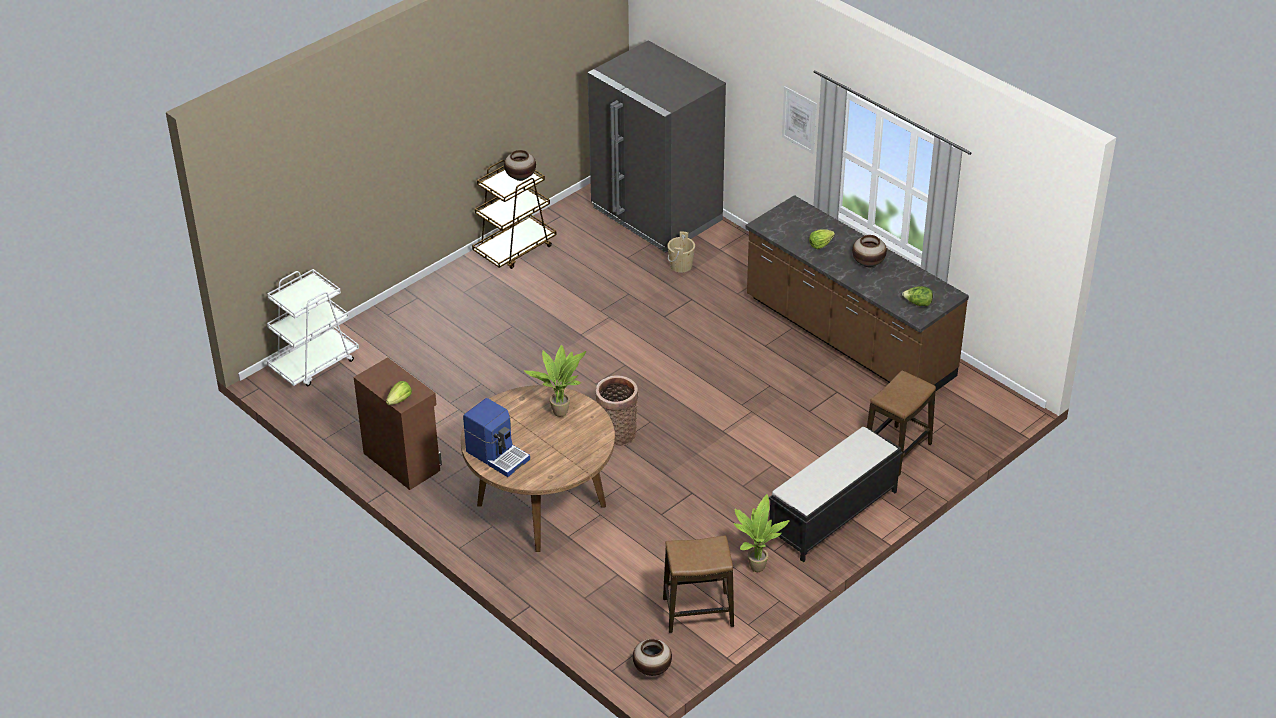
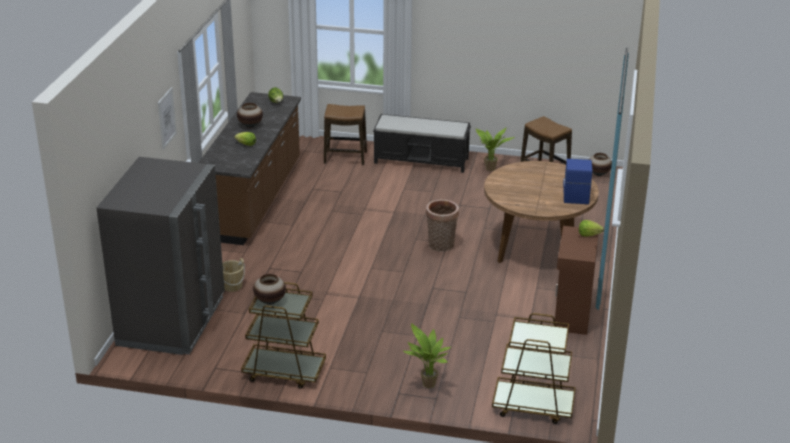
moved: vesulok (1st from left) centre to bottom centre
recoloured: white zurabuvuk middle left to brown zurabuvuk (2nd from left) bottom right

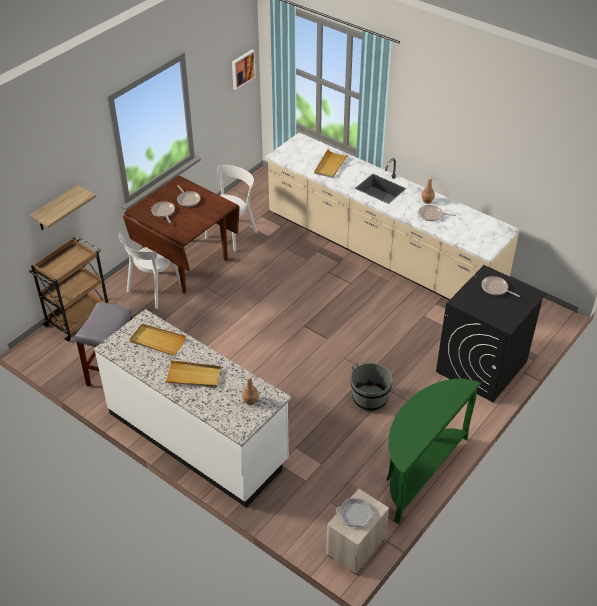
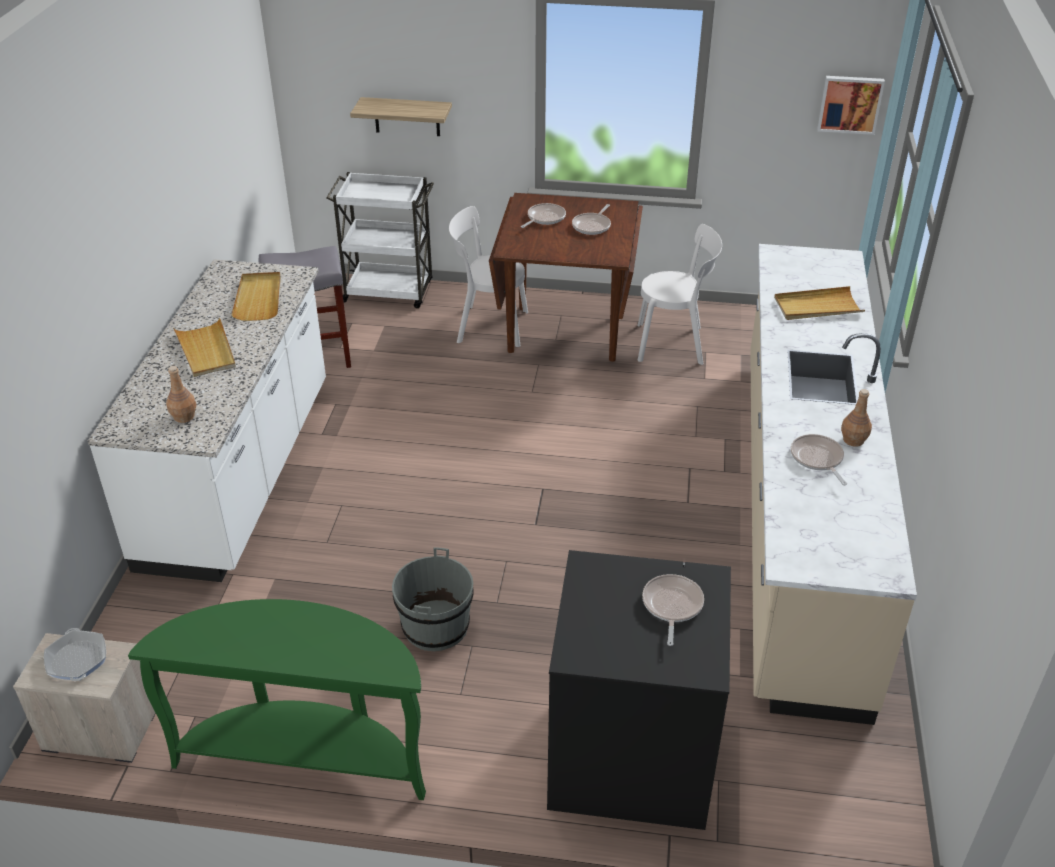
recoloured: brown zurabuvuk middle left to white zurabuvuk top centre

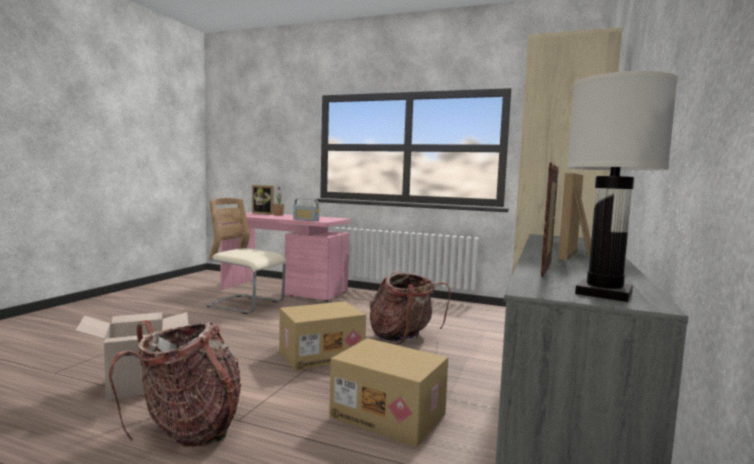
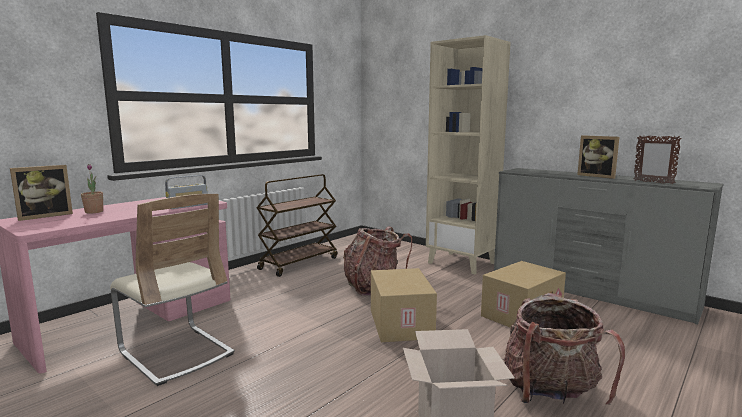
removed: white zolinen middle right
added: brown zurabuvuk centre
turned: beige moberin middle left = bottom left 90 degrees counterclockwise

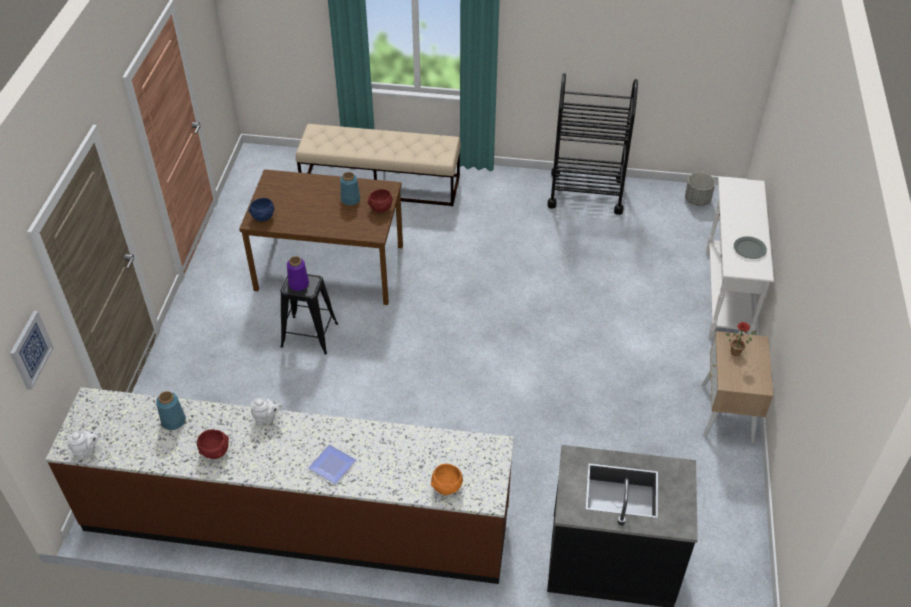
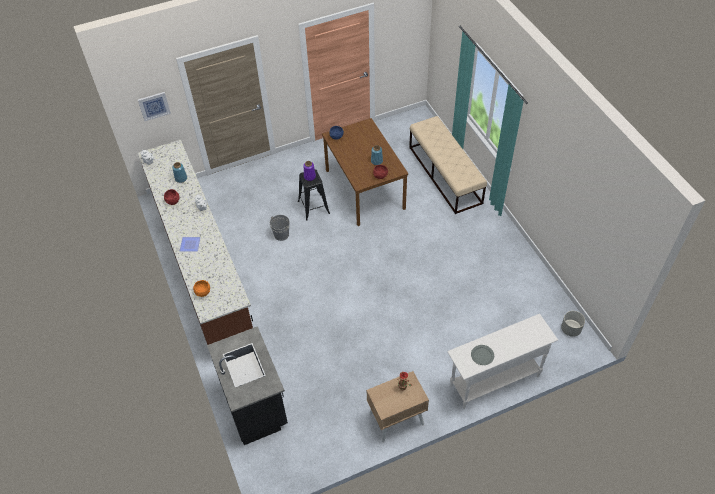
removed: black zurabuvuk top centre
added: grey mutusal centre

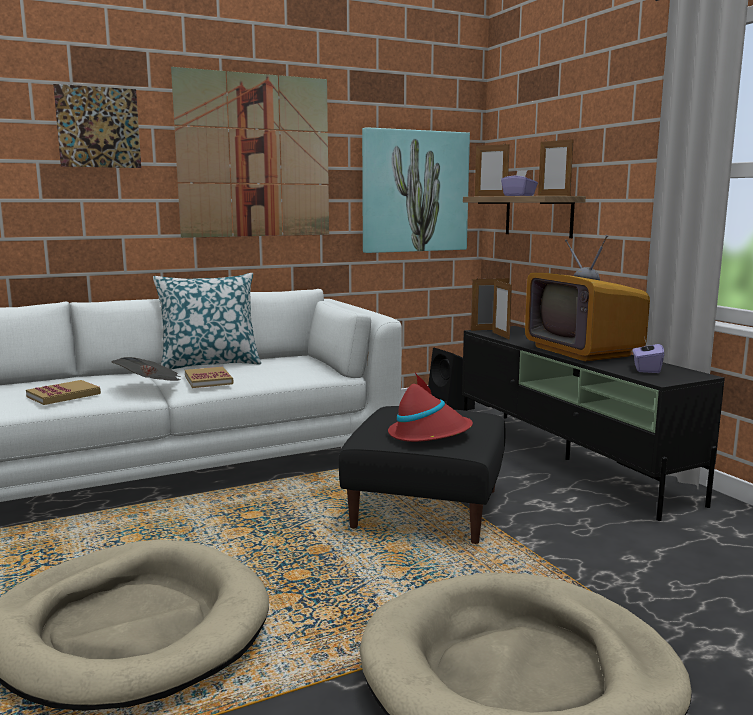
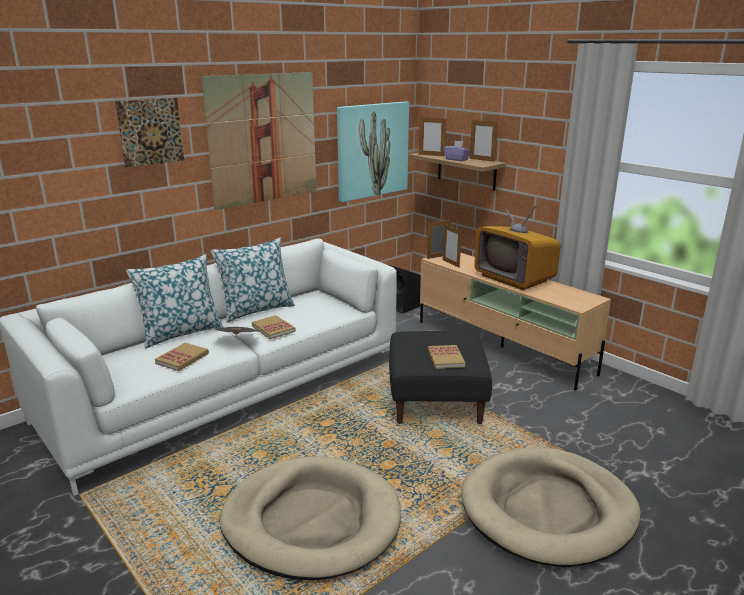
removed: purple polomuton (2nd from left) middle right
added: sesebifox (1st from left) middle left
replaced: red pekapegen centre to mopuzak (3rd from left) centre
recoloured: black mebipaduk middle right to beige mebipaduk middle right

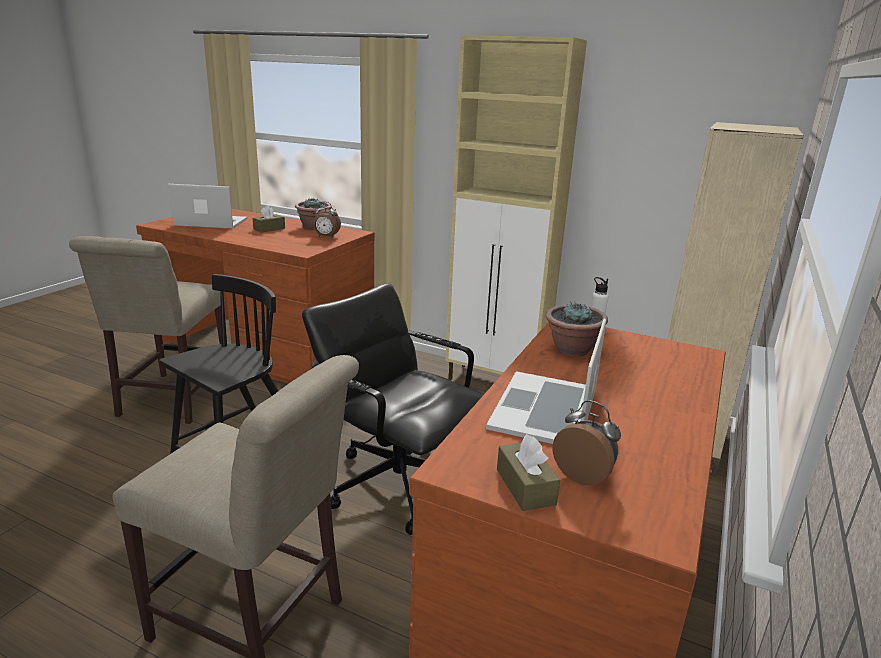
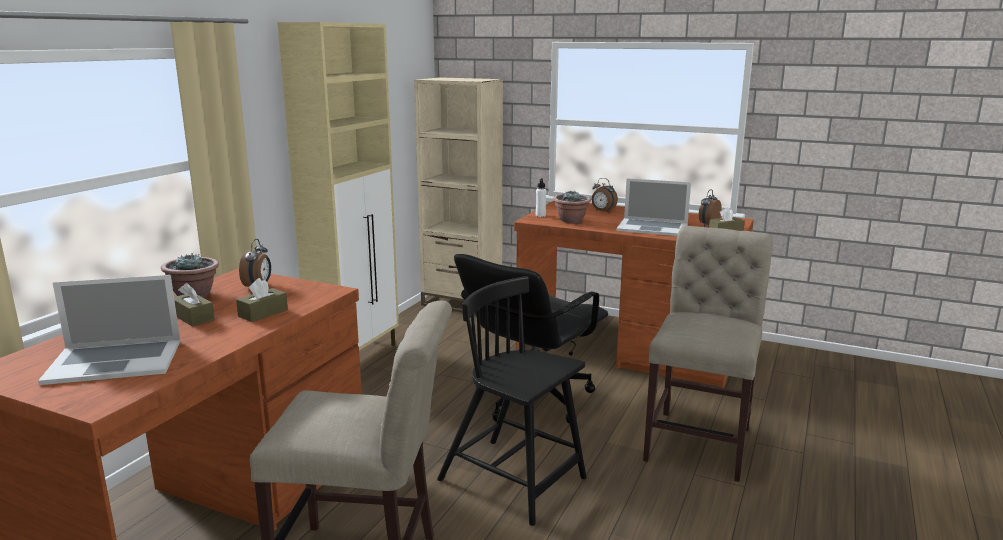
added: brown polomuton (2nd from left) middle left; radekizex (2nd from left) centre
turned: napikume (1st from left) top left = middle left 105 degrees counterclockwise

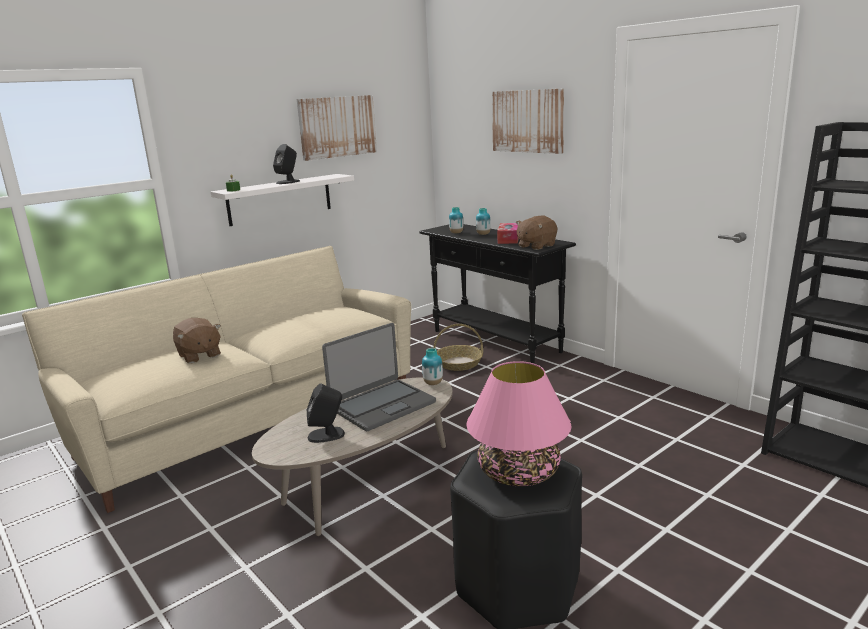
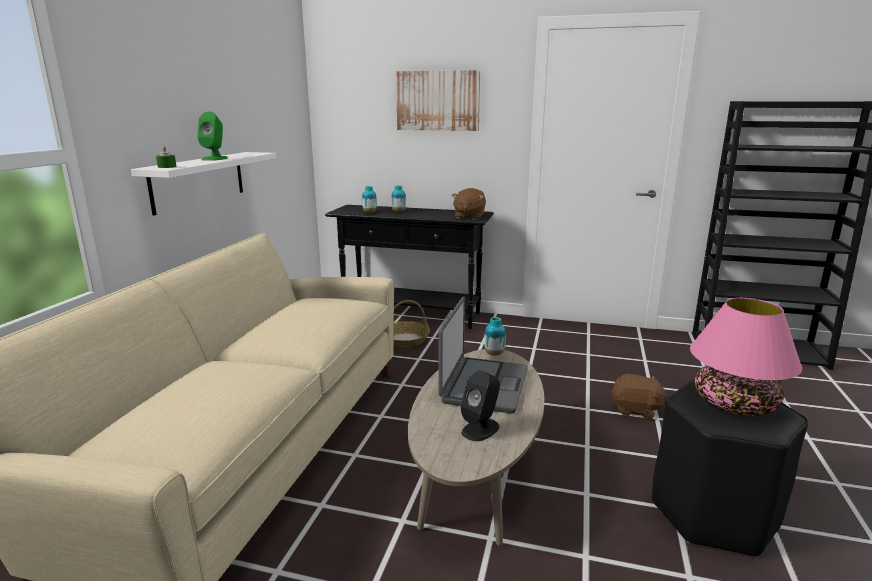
removed: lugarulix (1st from left) top centre; polomuton centre
moved: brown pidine (1st from left in the first image) middle left to brown pidine (2nd from left) bottom right
recoloured: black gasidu (1st from left) top left to green gasidu top left

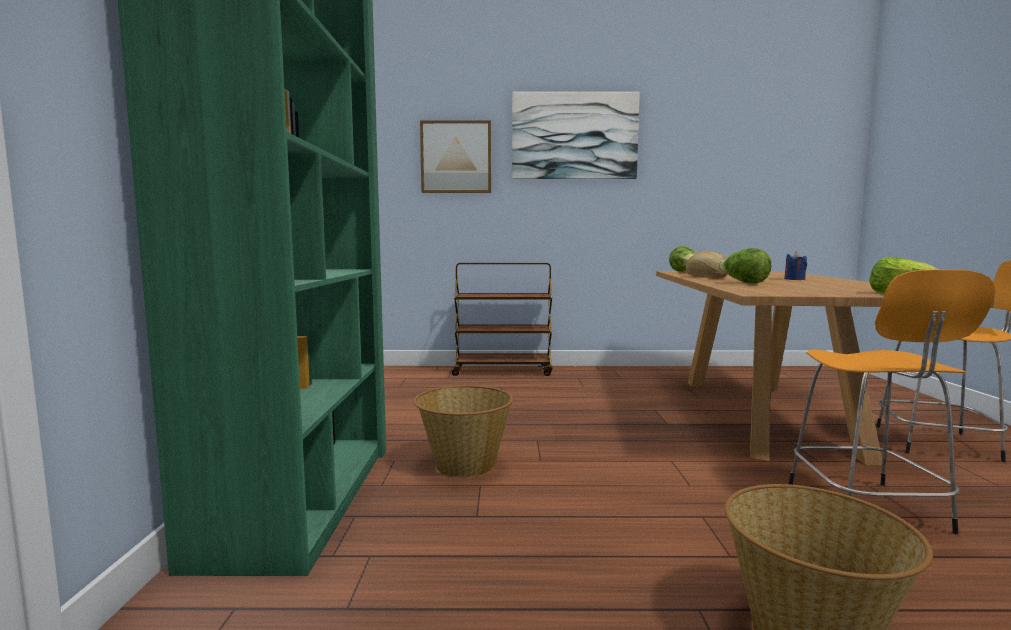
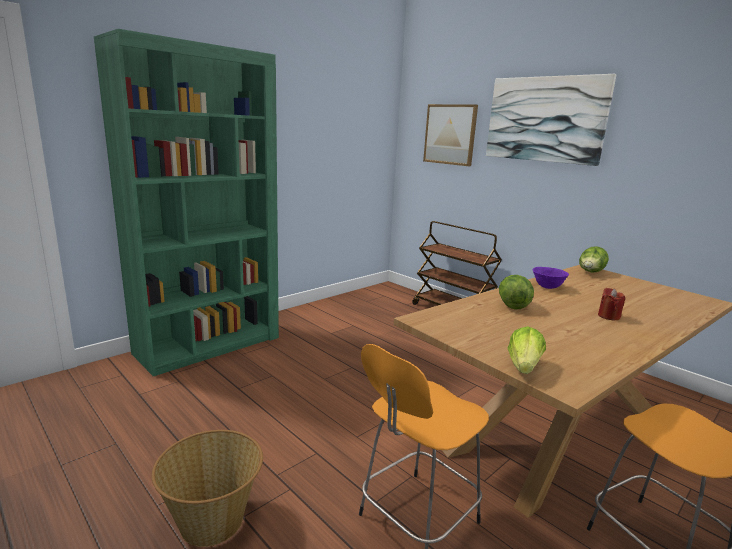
removed: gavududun (1st from left) bottom centre
replaced: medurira middle right to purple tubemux middle right
recoloured: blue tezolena middle right to red tezolena middle right

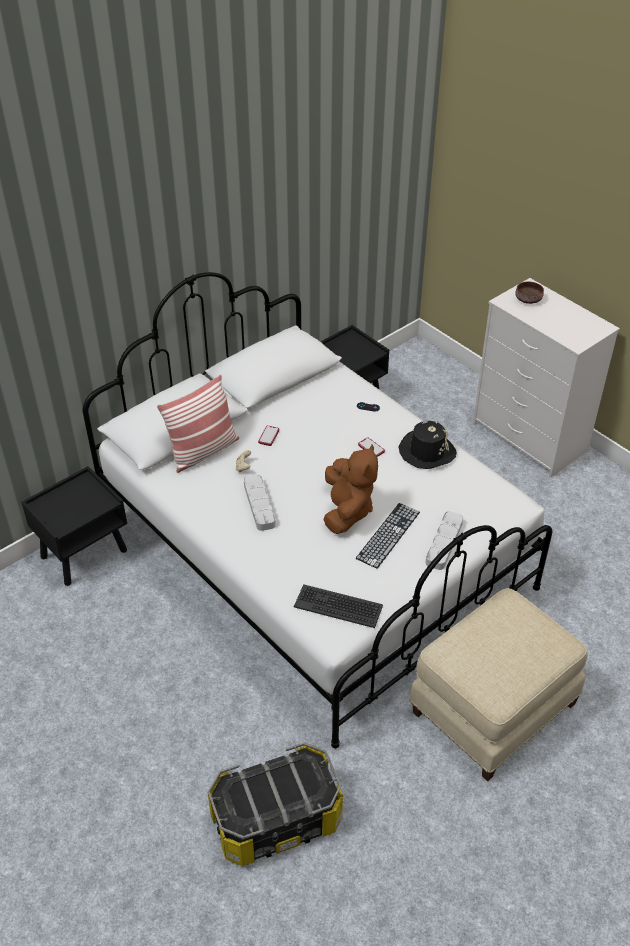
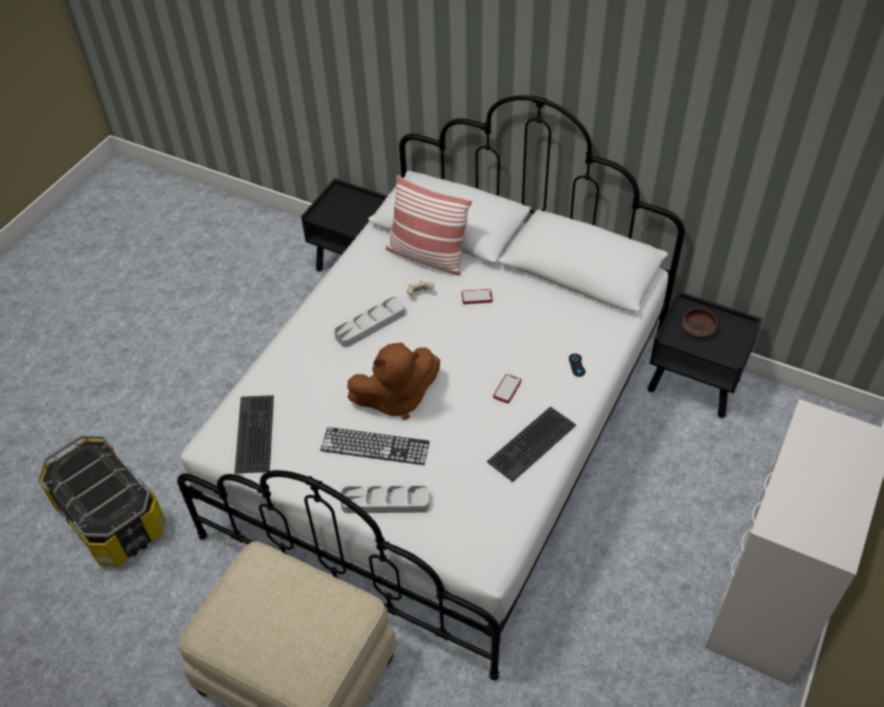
moved: brown tubemux top right to middle right
replaced: black pekapegen middle right to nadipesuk (3rd from left) centre

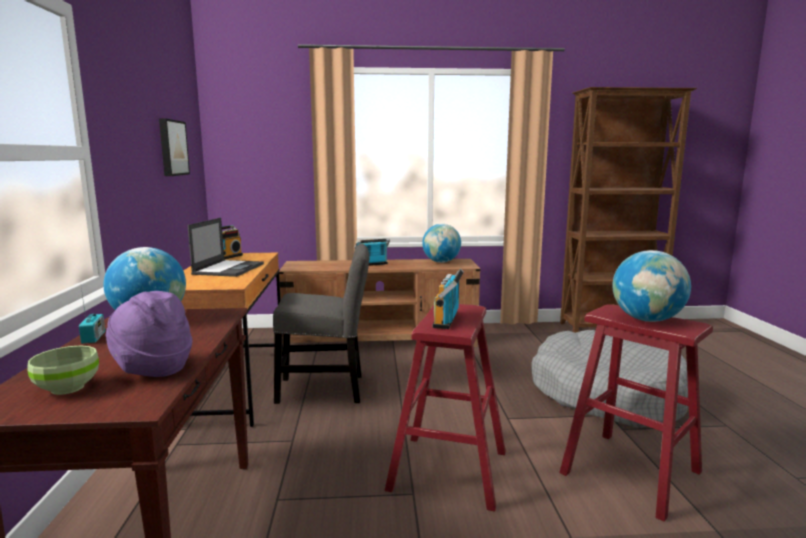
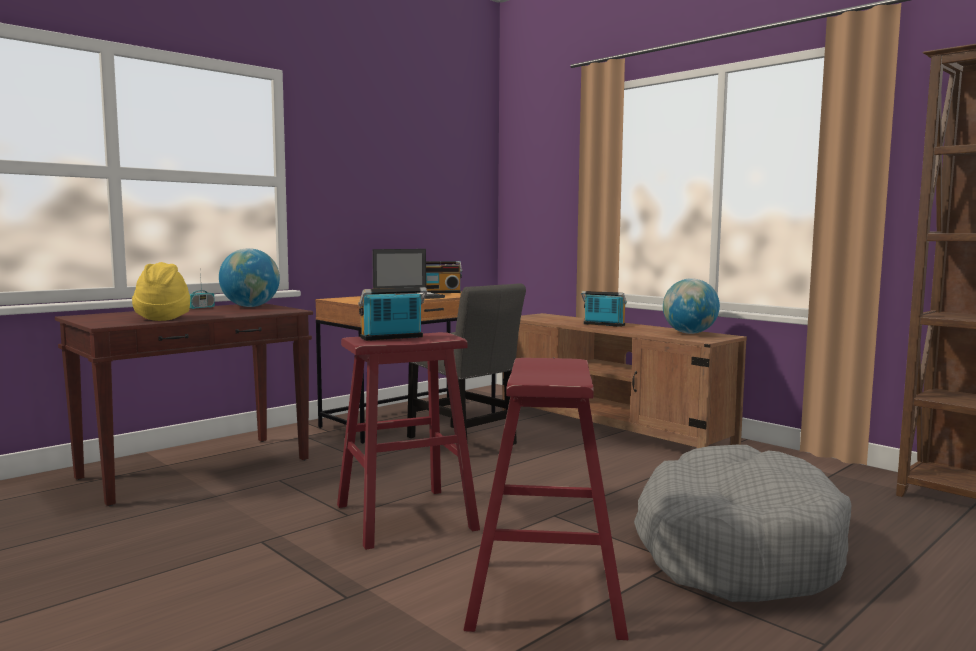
removed: green tubemux bottom left; lugarulix top left; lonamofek (3rd from left) middle right
recoloured: purple pekapegen middle left to yellow pekapegen middle left

